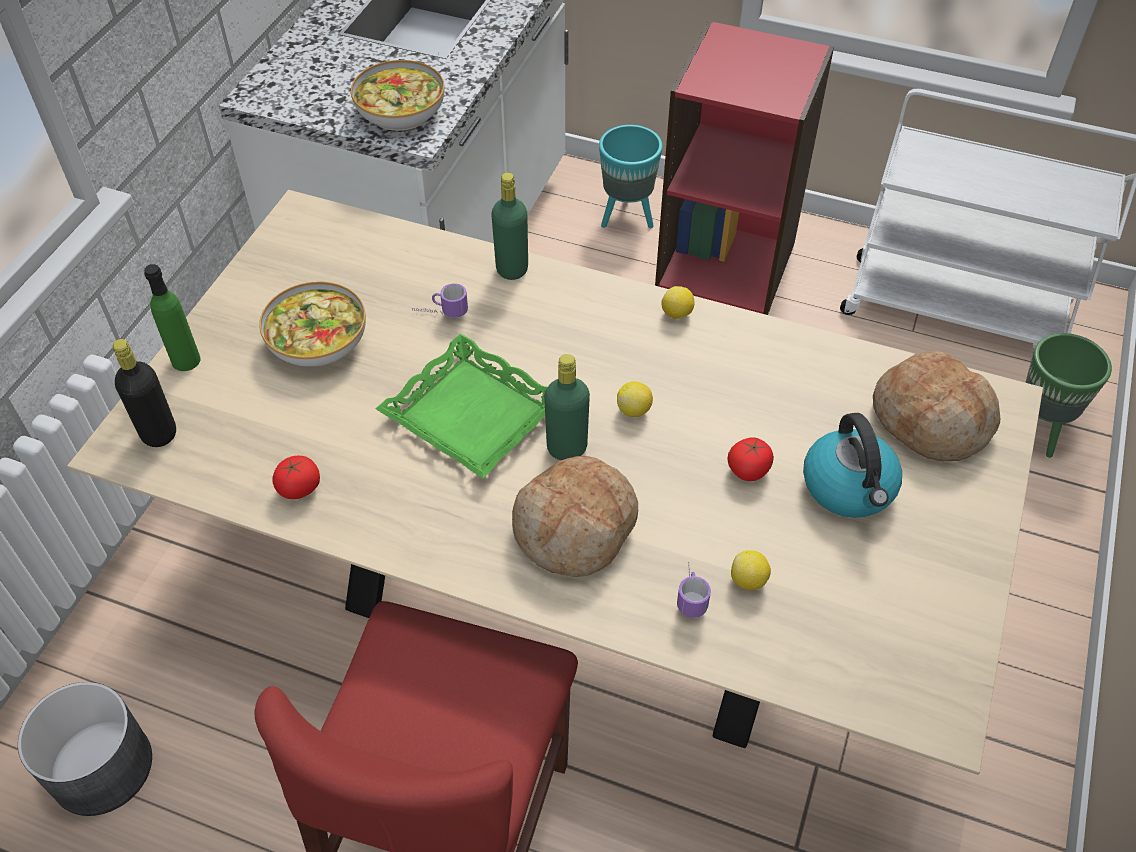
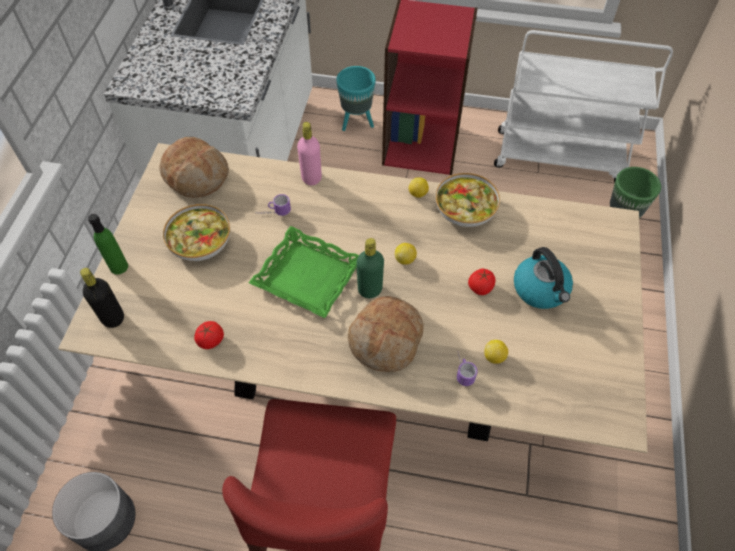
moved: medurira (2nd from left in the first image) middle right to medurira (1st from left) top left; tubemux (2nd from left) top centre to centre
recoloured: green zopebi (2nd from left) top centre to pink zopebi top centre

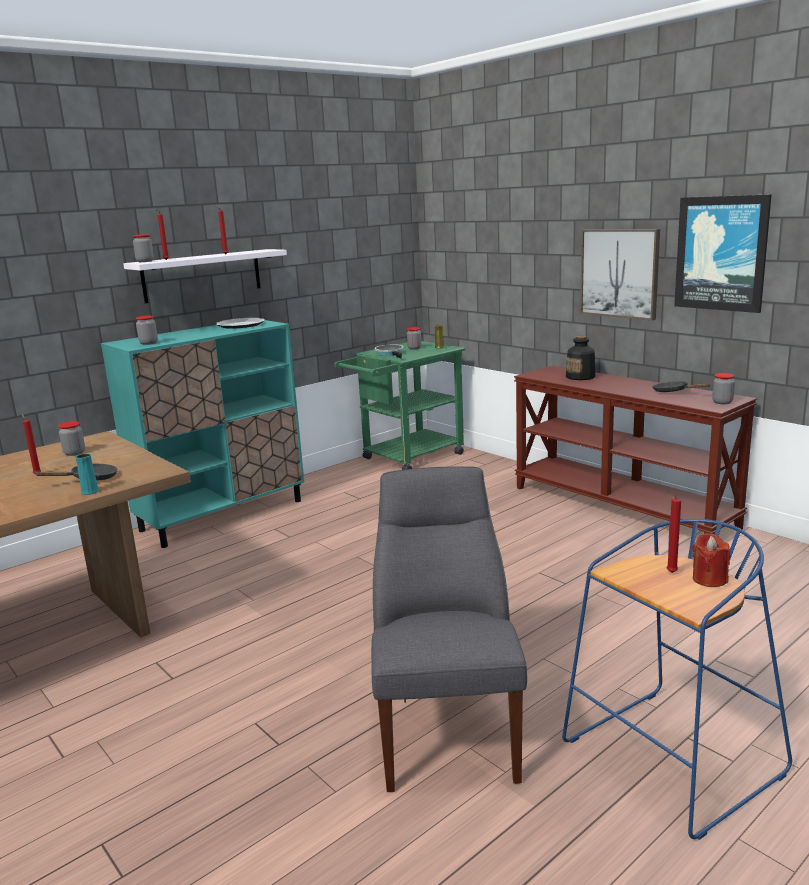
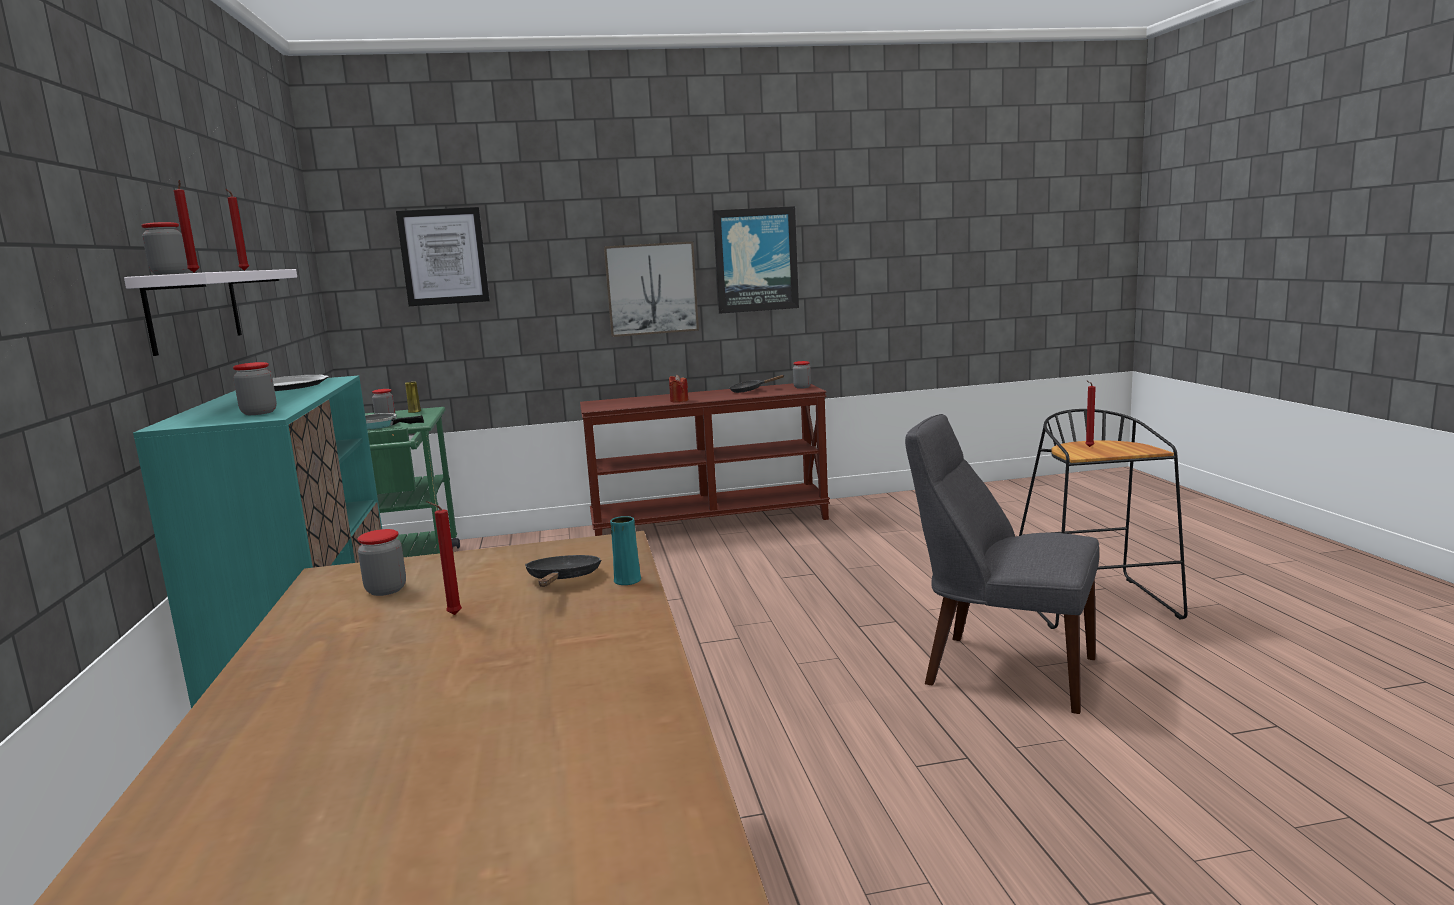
removed: zopebi middle right
added: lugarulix (1st from left) top left
moved: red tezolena (5th from left in the first image) middle right to red tezolena (4th from left) centre
recoloured: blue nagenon bottom right to black nagenon middle right

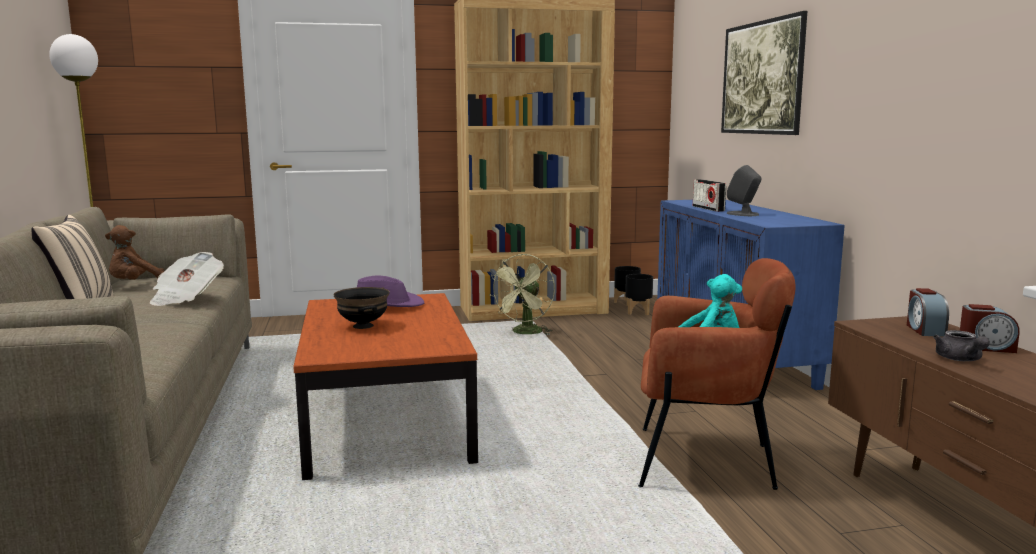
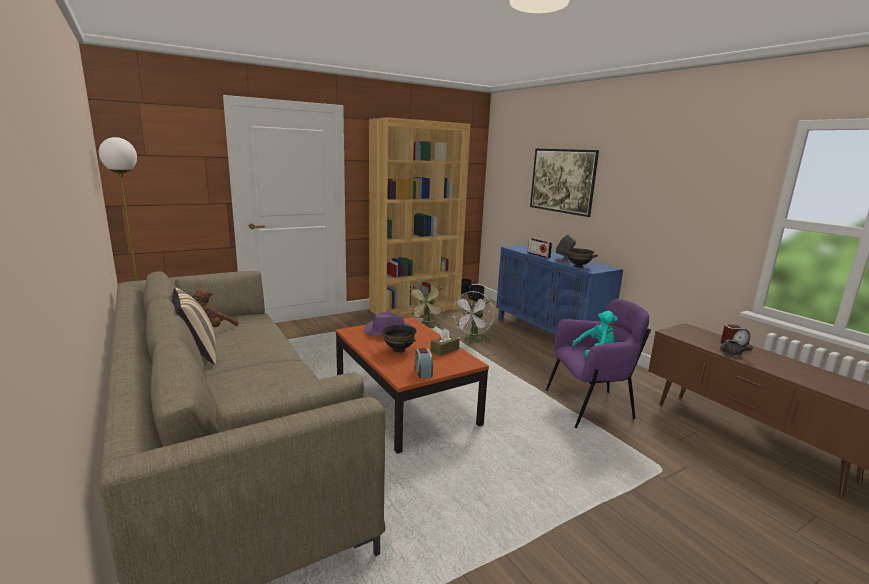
removed: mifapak middle left
added: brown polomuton centre; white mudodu centre; black tubemux (2nd from left) middle right
moved: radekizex (1st from left) middle right to centre
recoloured: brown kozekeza bottom right to purple kozekeza middle right

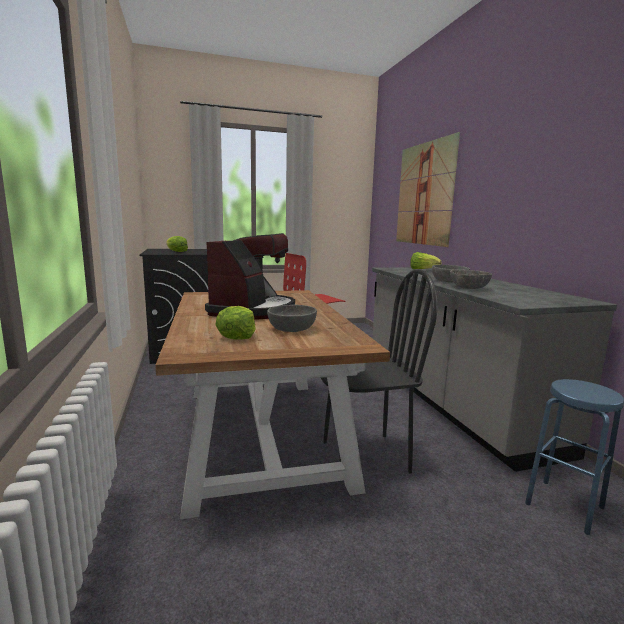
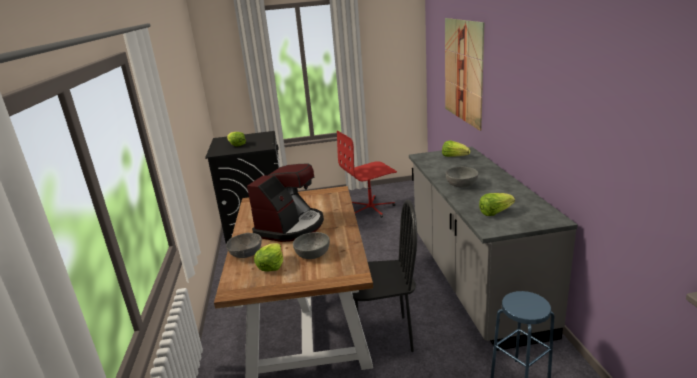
added: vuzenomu (4th from left) middle right
moved: grey tubemux (3rd from left in the first image) middle right to grey tubemux (1st from left) centre

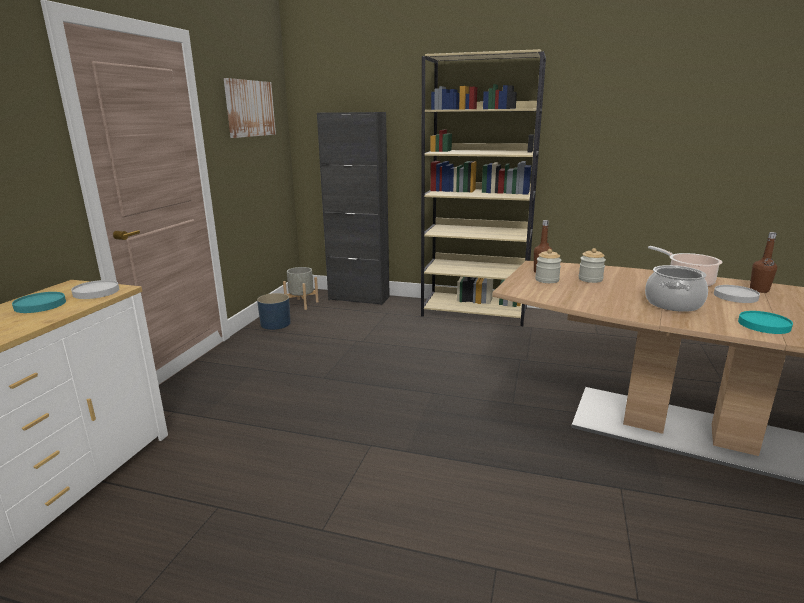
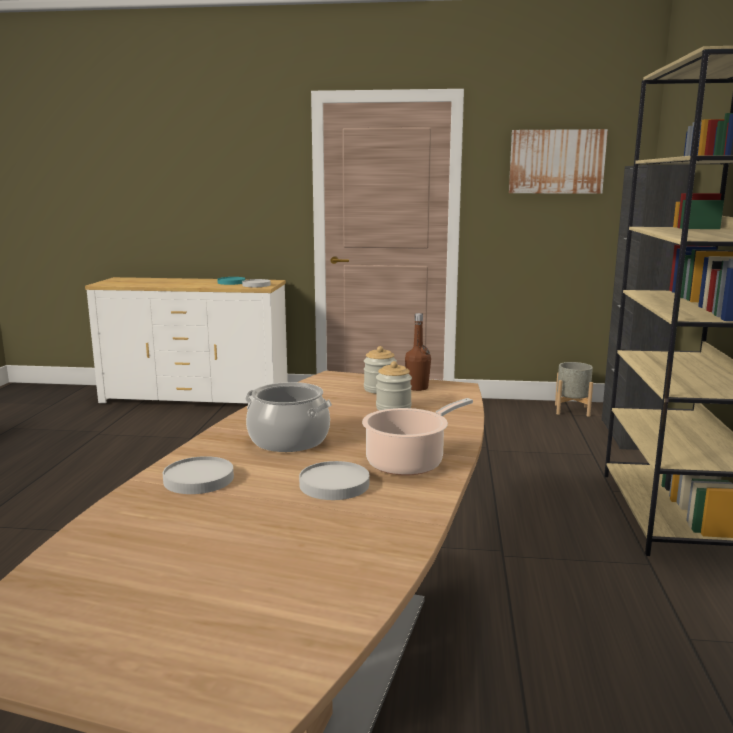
removed: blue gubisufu centre; brown zopebi (2nd from left) middle right
recoloured: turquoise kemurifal (2nd from left) middle right to white kemurifal (1st from left) middle left

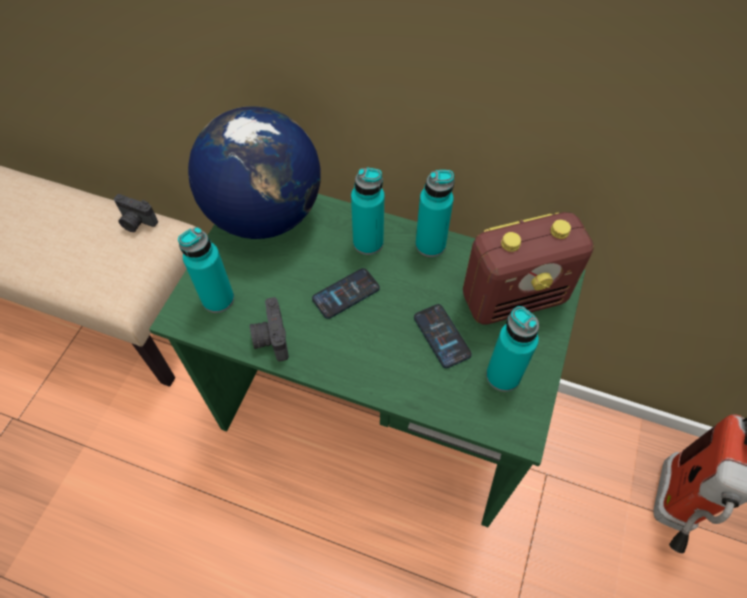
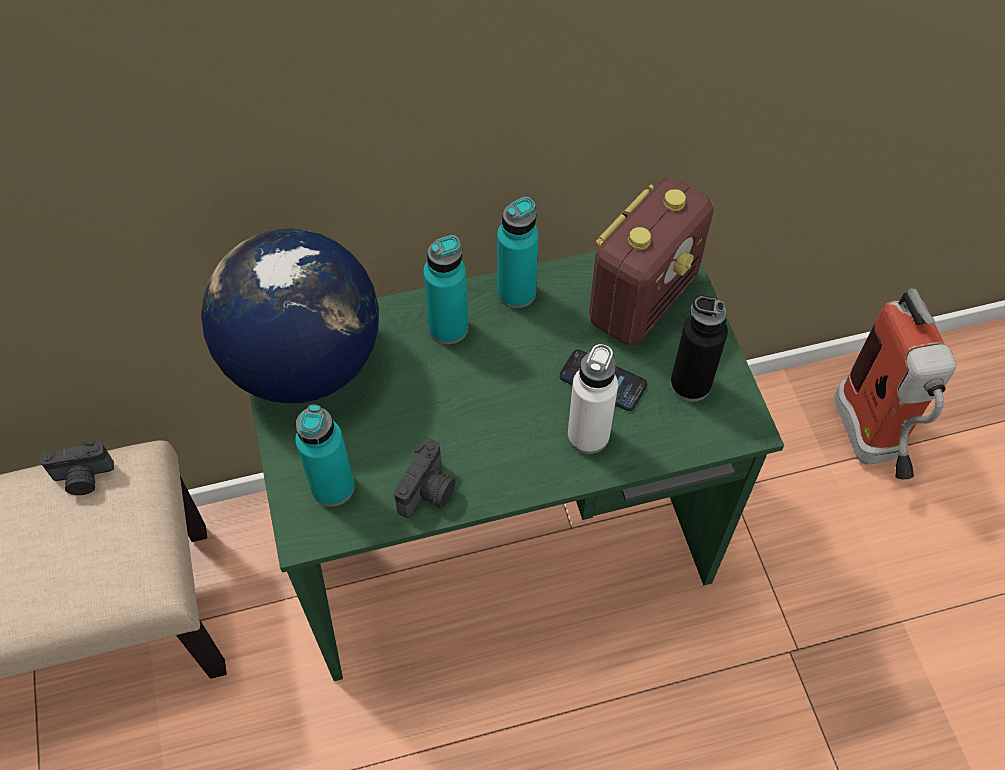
removed: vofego (1st from left) centre
added: white zopebi centre
recoloured: turquoise zopebi (4th from left) middle right to black zopebi middle right
turned: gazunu (2nd from left) centre = centre 105 degrees counterclockwise

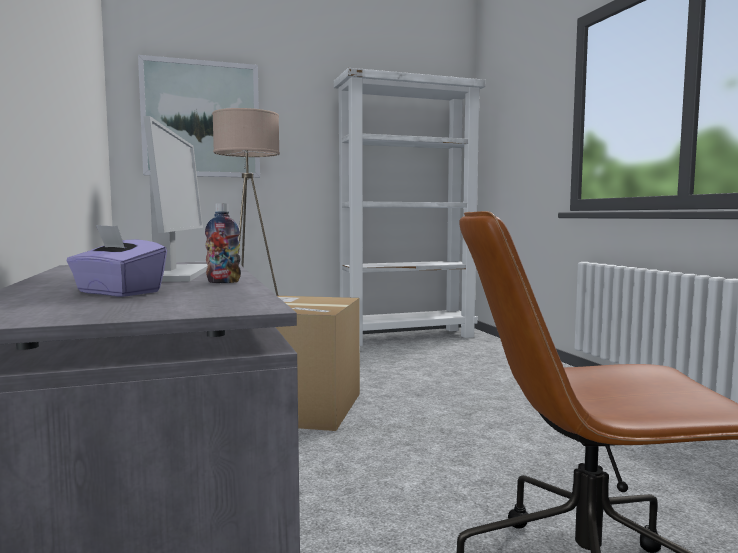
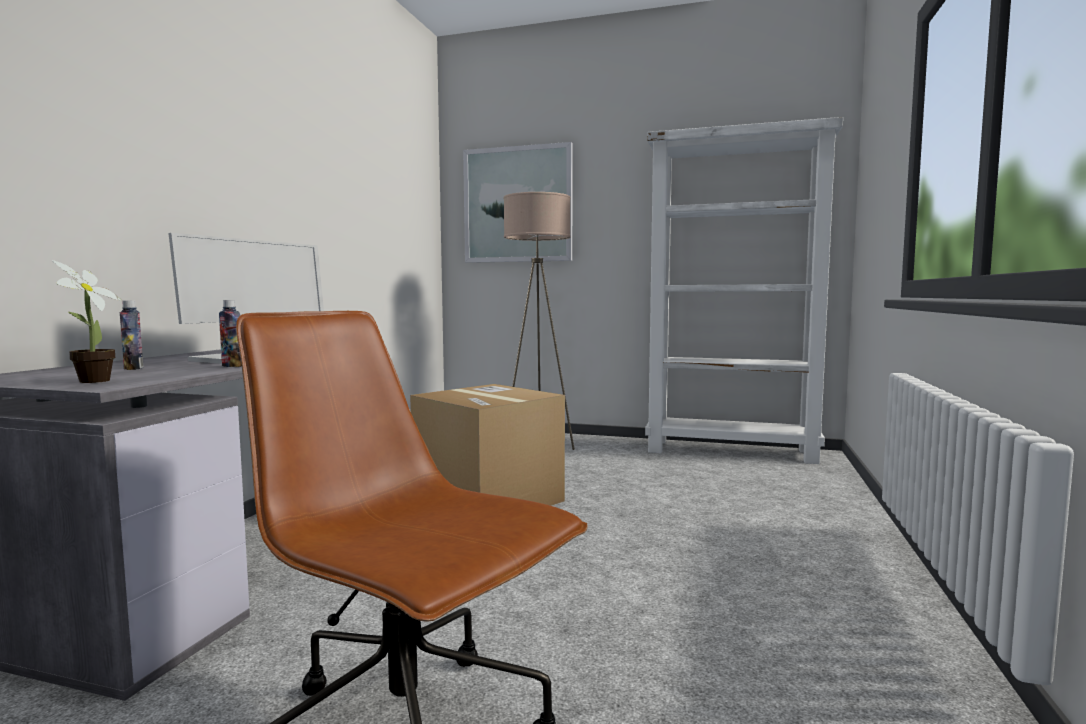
added: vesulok middle left
replaced: purple polomuton middle left to zopebi (1st from left) middle left

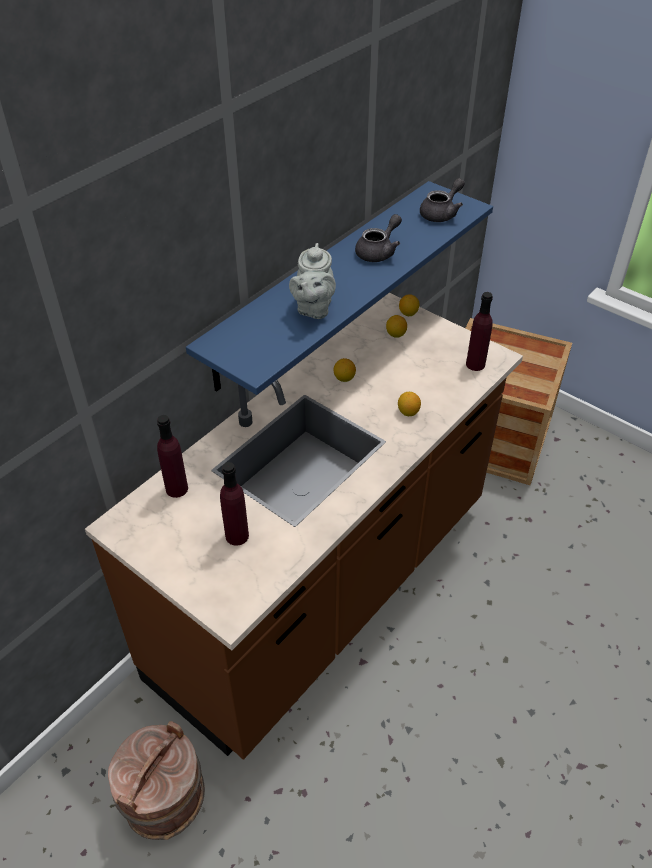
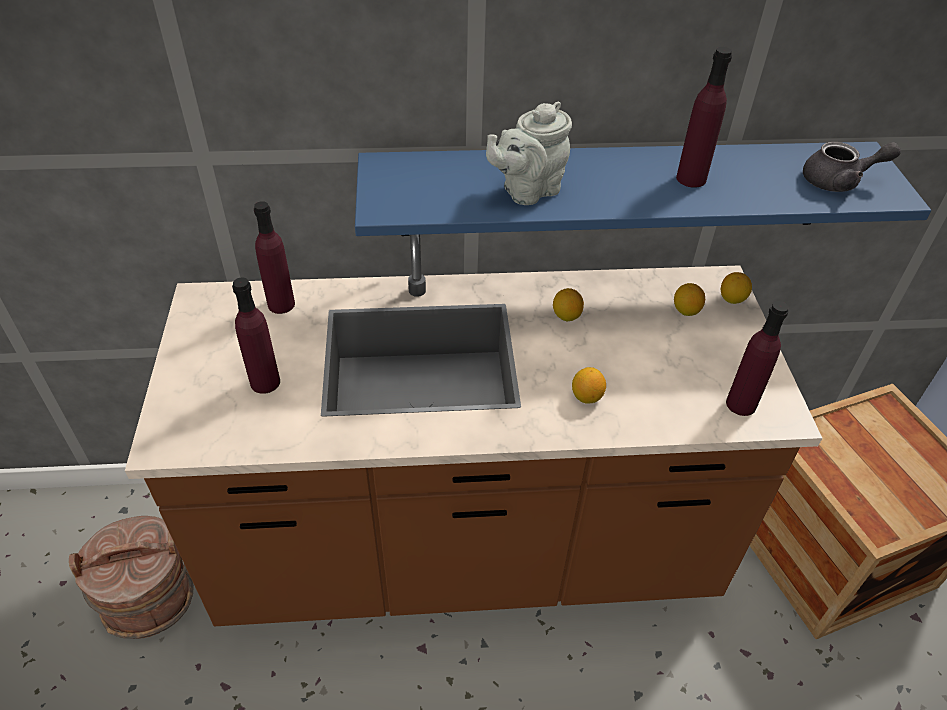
replaced: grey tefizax (2nd from left) top centre to purple zopebi (3rd from left) top right

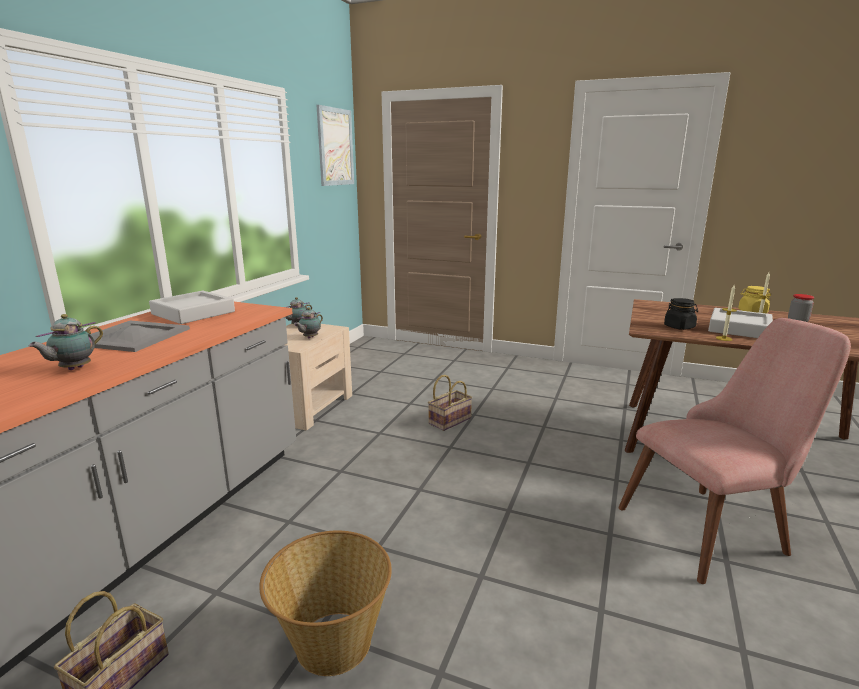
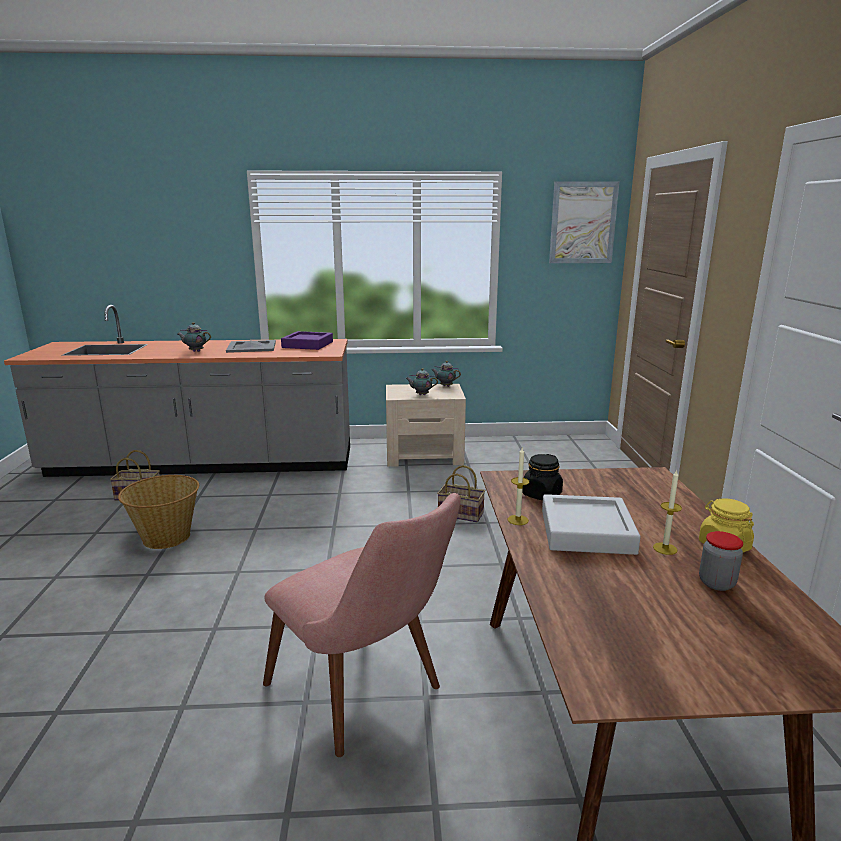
recoloured: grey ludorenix (2nd from left) middle left to purple ludorenix centre

